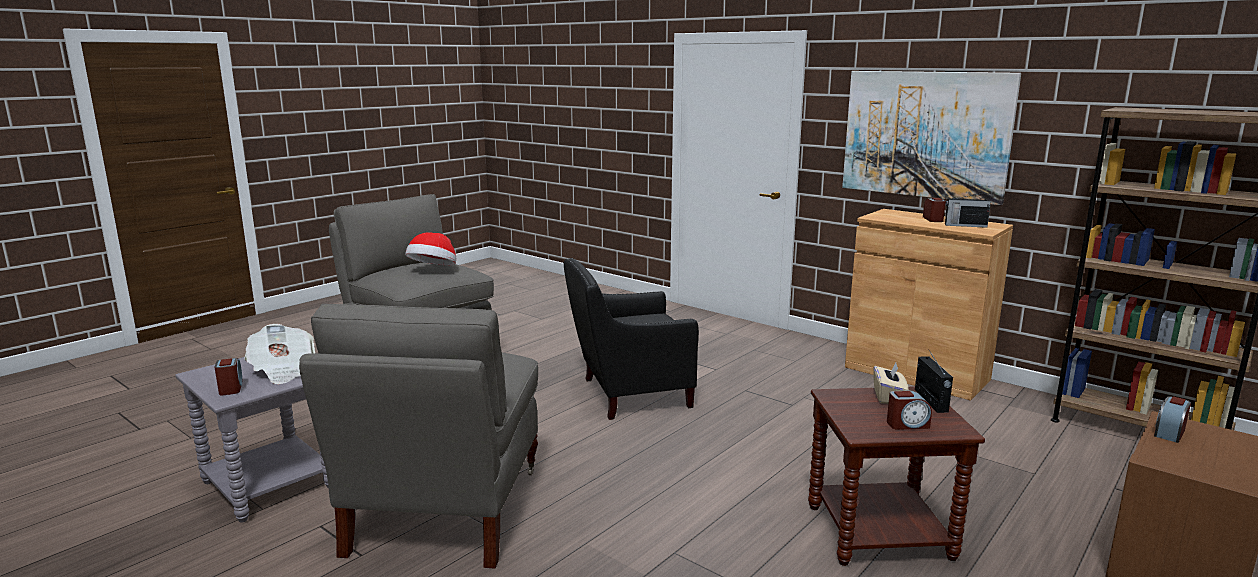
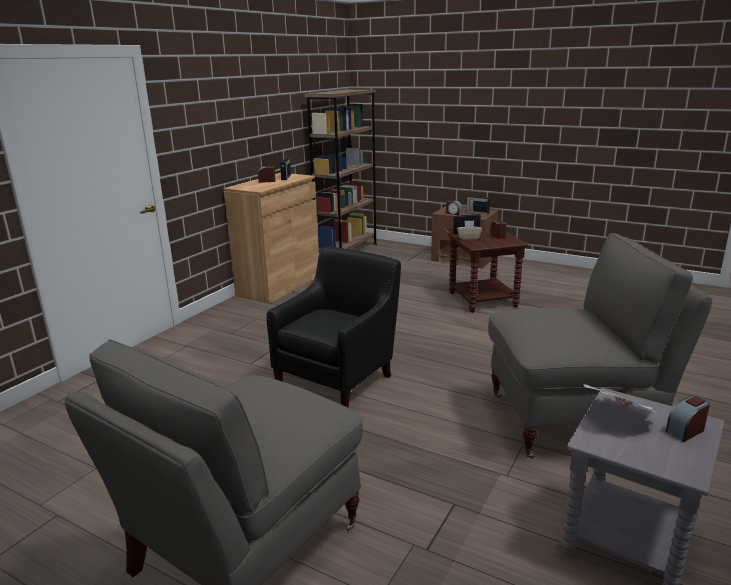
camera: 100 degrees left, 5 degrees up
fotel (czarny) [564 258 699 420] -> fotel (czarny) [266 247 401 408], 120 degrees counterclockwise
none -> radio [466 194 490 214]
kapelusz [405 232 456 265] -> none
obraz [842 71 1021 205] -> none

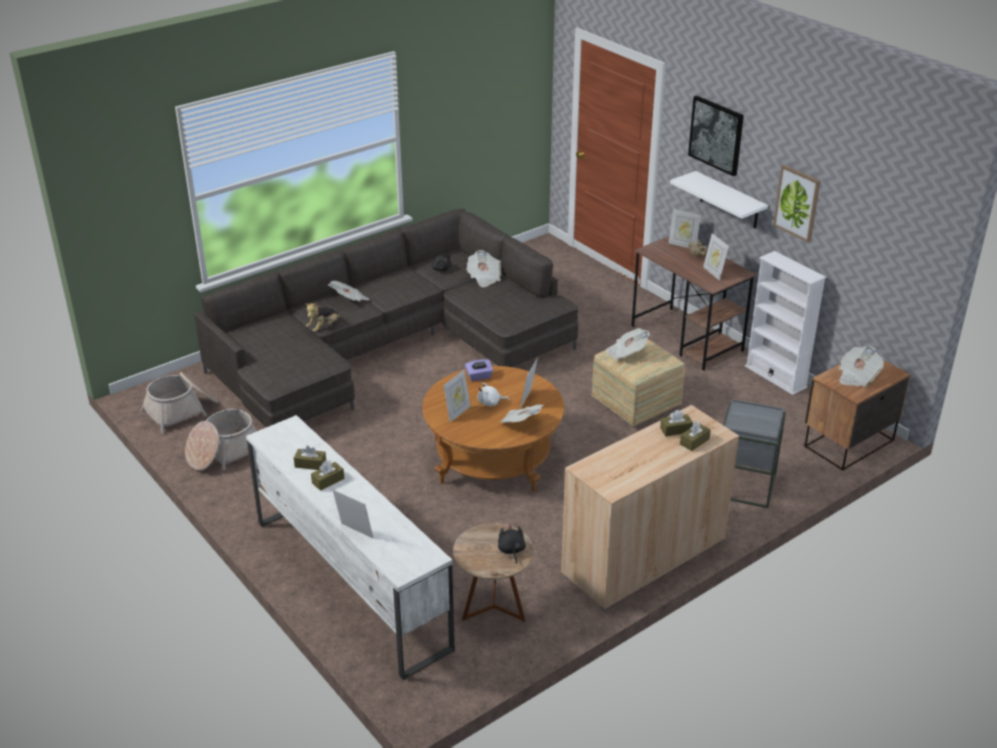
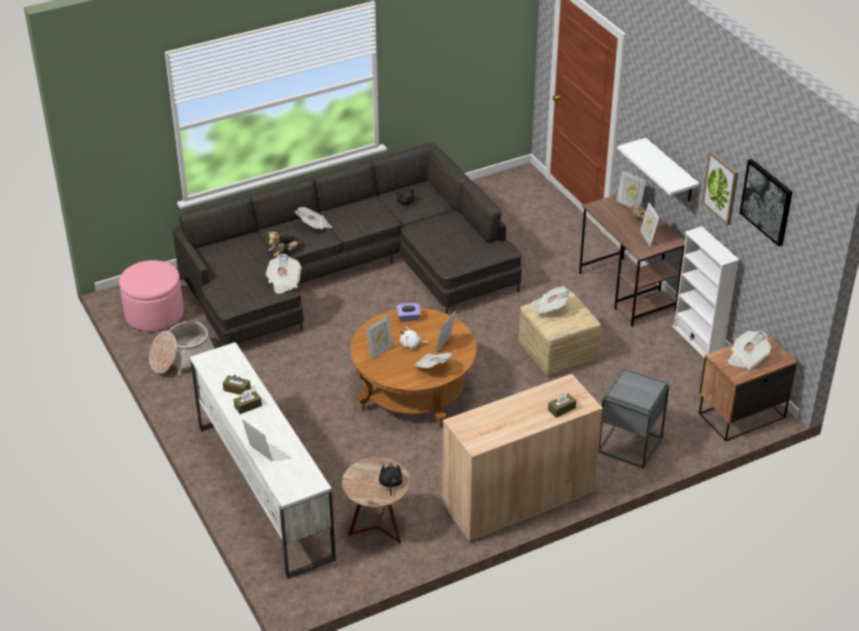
camera: 10 degrees right, 5 degrees up
koszyk [141 372 218 433] -> pufa (różowy) [119 260 184 331]
gazeta [466 250 501 287] -> gazeta [266 254 301 294], move
obraz [688 96 744 176] -> obraz [740 159 792 246], move
pudełko chusteczek (brązowy) [660 410 693 437] -> none

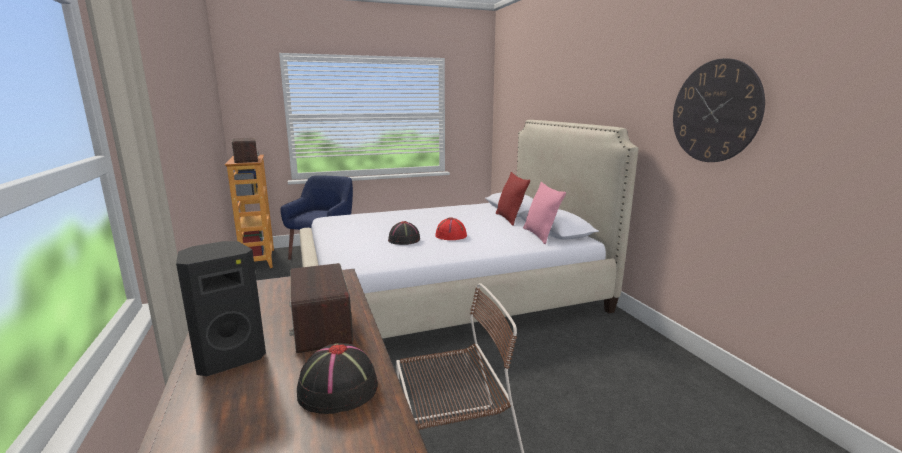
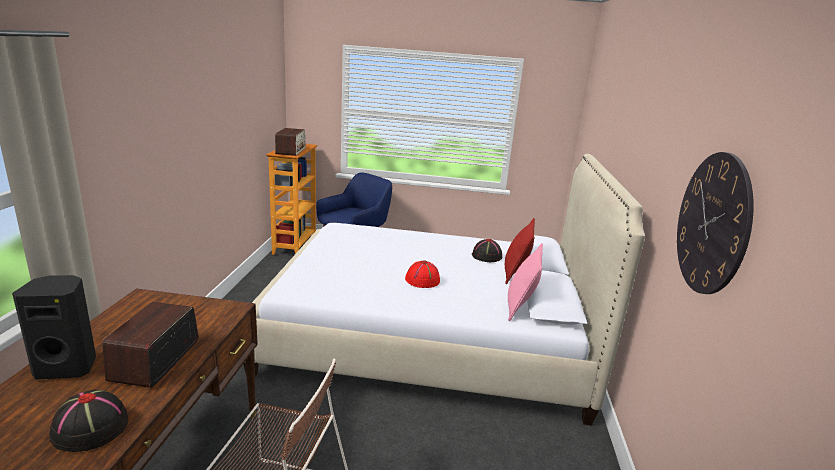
camera: 25 degrees right, 5 degrees up
kapelusz (czarny) [388 221 420 245] -> kapelusz (czarny) [472 239 502 262], move

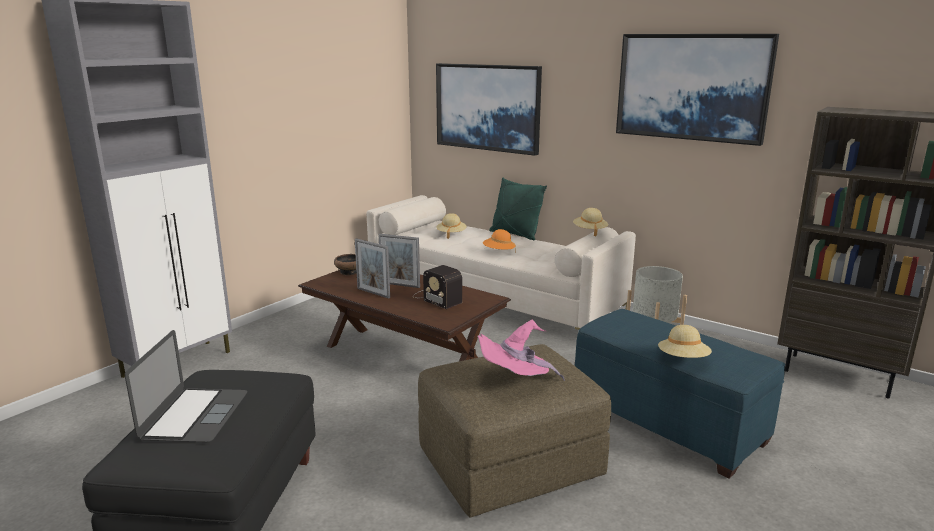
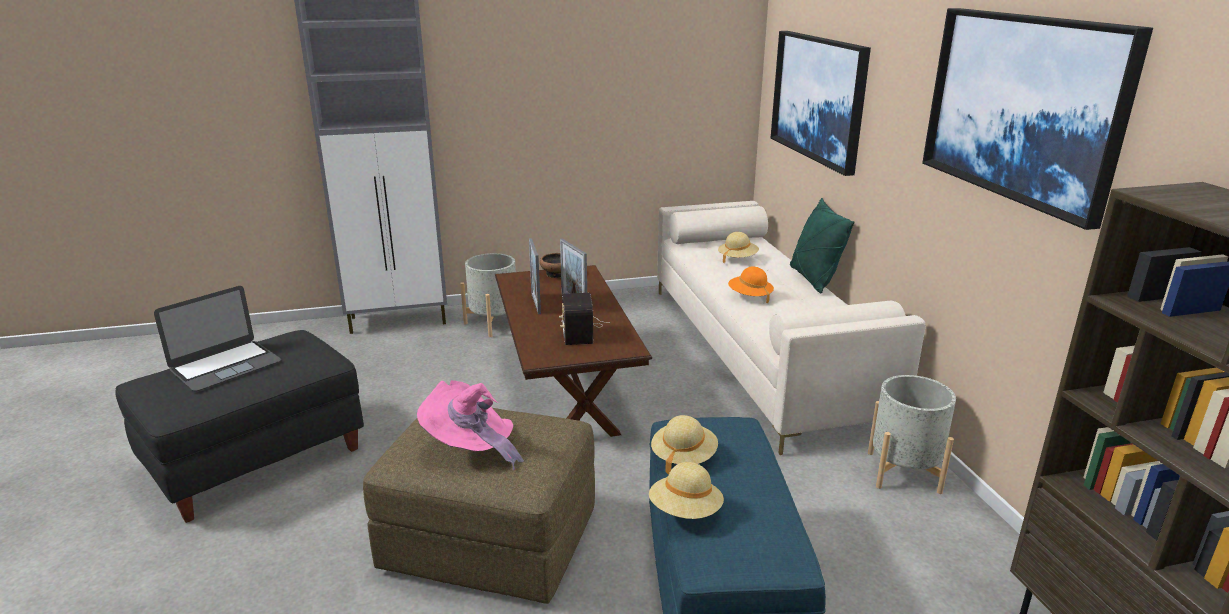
camera: 40 degrees right, 5 degrees up
none -> donica (szary) [460 253 516 337]
kapelusz (beżowy) [573 208 608 236] -> kapelusz (beżowy) [651 415 718 475], move

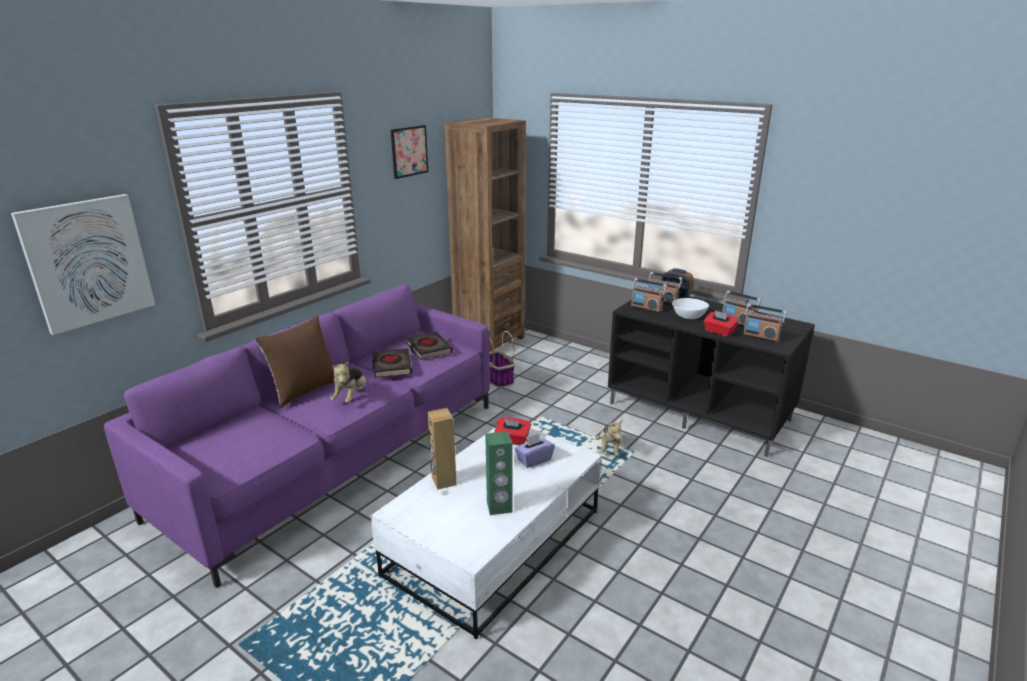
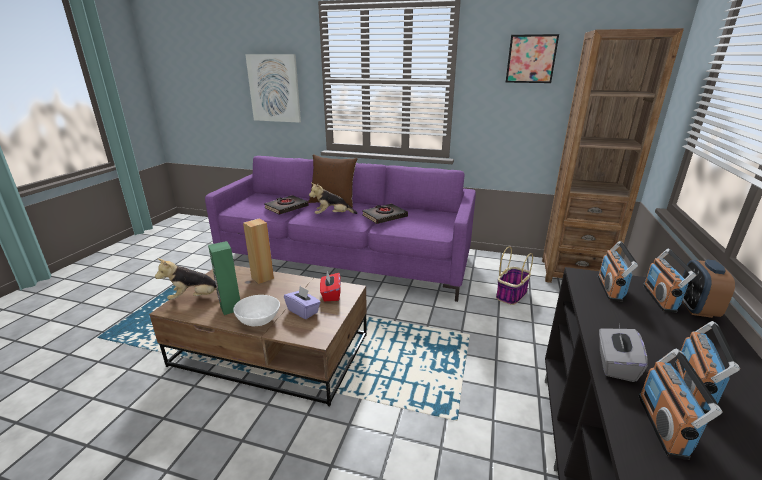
camera: 70 degrees right, 0 degrees up
ława (biały) [371 427 601 639] -> ława (brązowy) [149 265 367 406]
pluszak [595 419 623 456] -> pluszak [155 258 217 300], move
miska (biały) [672 298 709 319] -> miska (biały) [233 295 280 326], move
książka (czarny) [406 332 453 360] -> książka (czarny) [264 195 309 215], move
pudełko chusteczek (czerwony) [704 310 739 337] -> pudełko chusteczek (szary) [599 326 648 382]

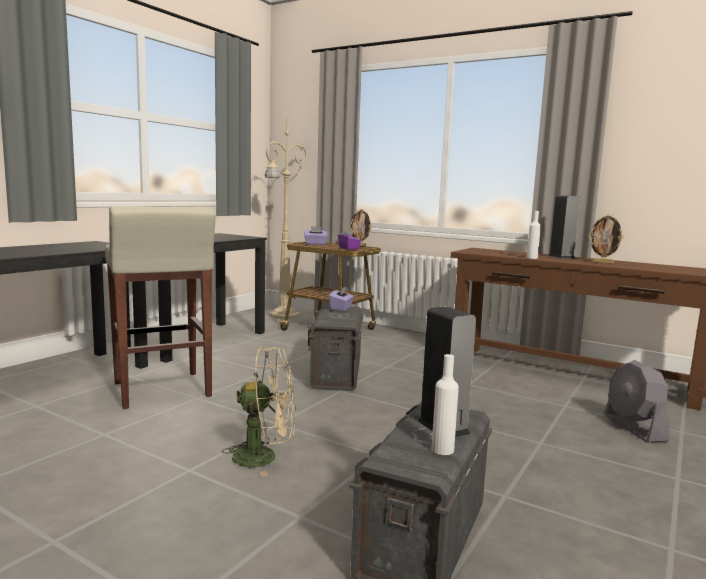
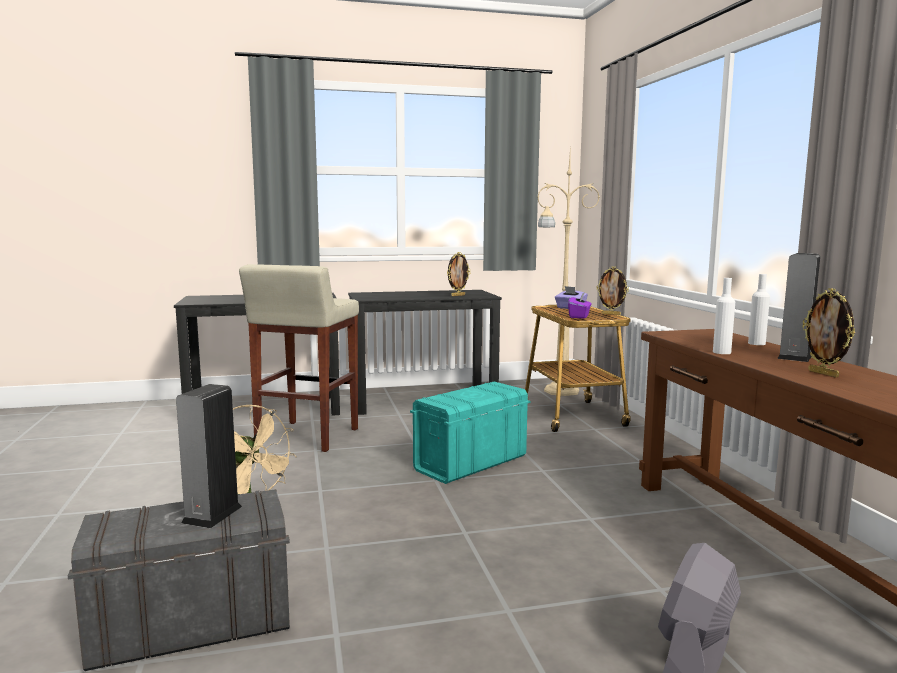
camera: 45 degrees right, 0 degrees up
pojemnik do przechowywania (szary) [308 305 363 391] -> pojemnik do przechowywania (turkusowy) [410 382 530 484]
none -> ramka na zdjęcie [447 252 470 296]
butelka (biały) [432 354 459 455] -> butelka (biały) [748 274 770 345], move
pudełko chusteczek (fioletowy) [329 286 354 311] -> none

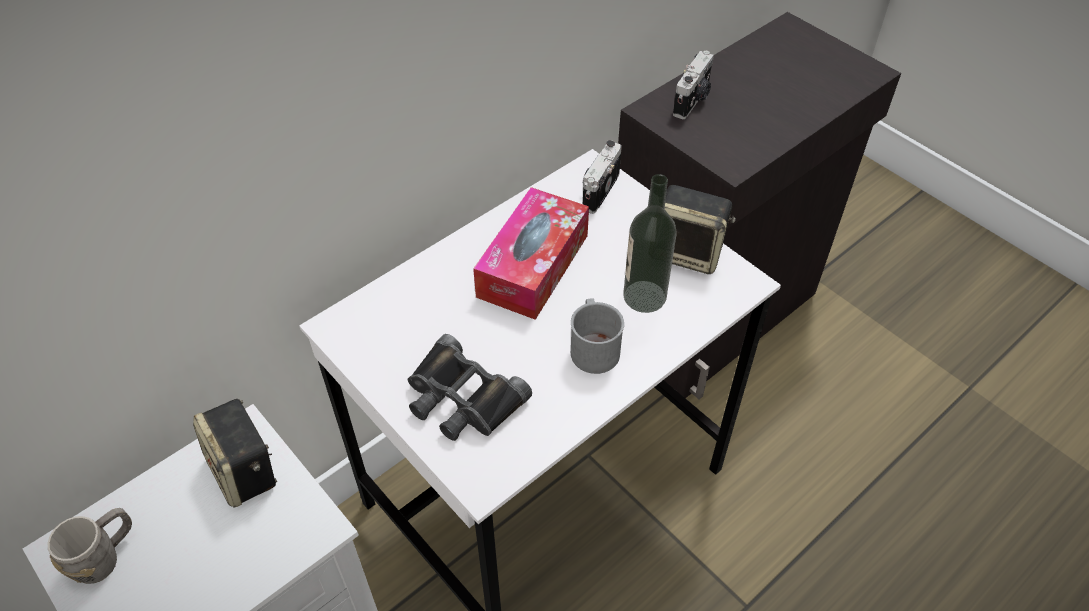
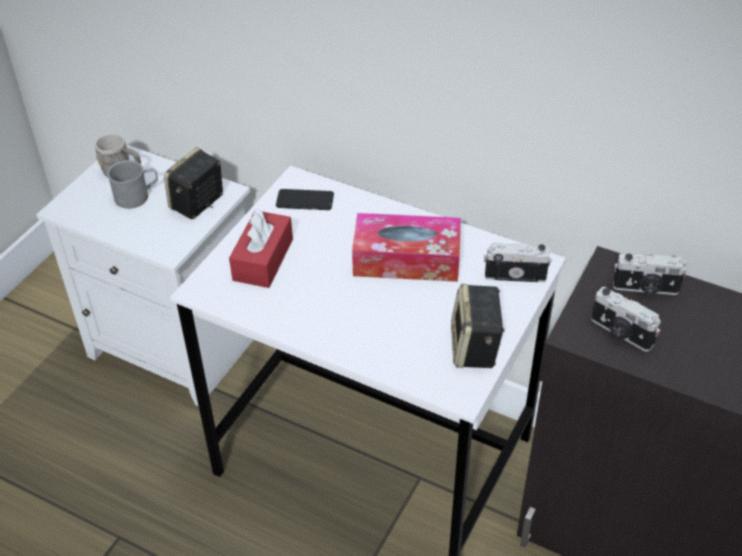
camera: 70 degrees right, 5 degrees down
kubek (szary) [571 298 624 374] -> kubek (szary) [107 160 158 209], move
lornetka (czarny) [408 334 532 441] -> pudełko chusteczek (czerwony) [229 209 293 288]
none -> telefon [276 189 334 210]
none -> aparat fotograficzny [591 287 661 352]
butelka [623 174 676 313] -> none

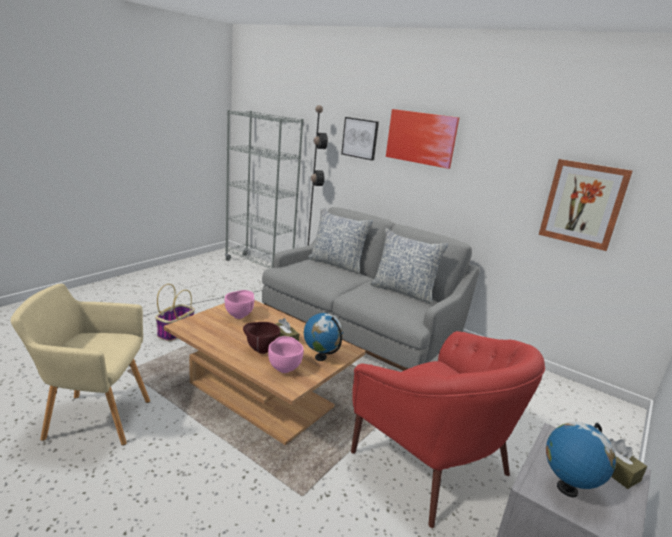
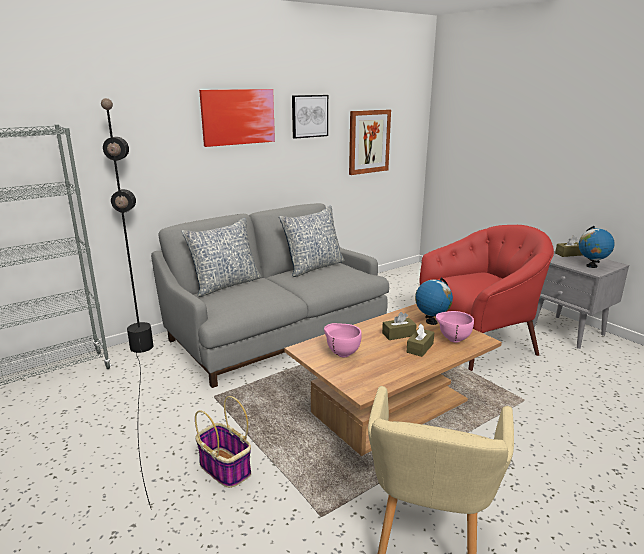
camera: 70 degrees left, 0 degrees up
obraz [341 117 379 161] -> obraz [292 95 328 139], move
miska (brązowy) [243 322 280 354] -> pudełko chusteczek (brązowy) [407 324 434 357]

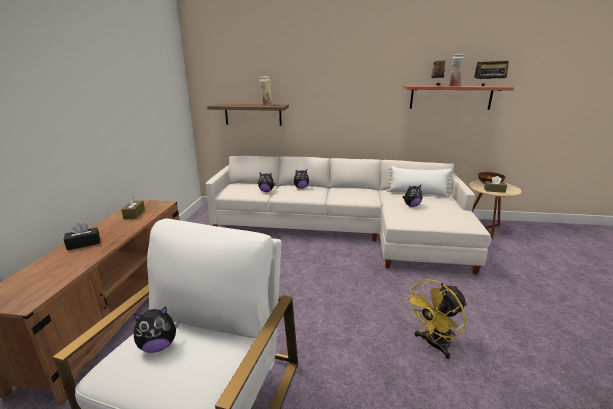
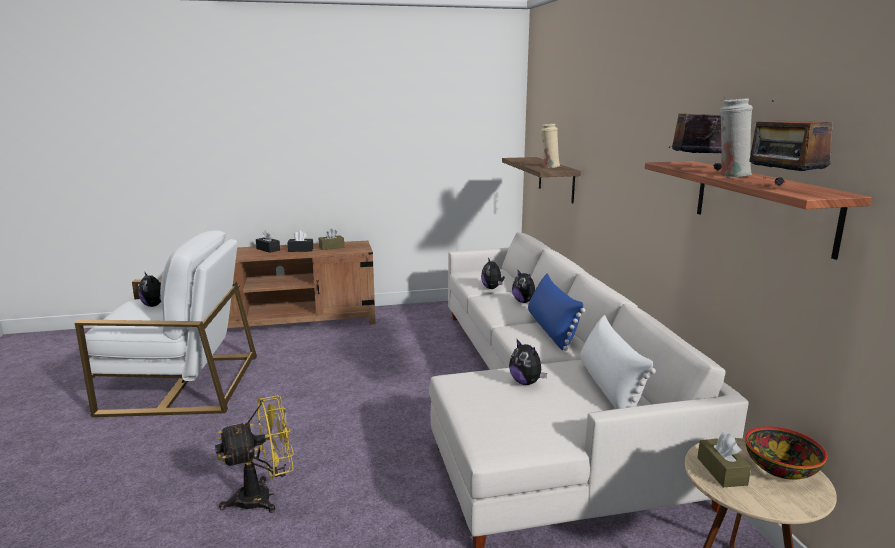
camera: 70 degrees right, 5 degrees down
wentylator (żółty) [404 279 467 359] -> wentylator (żółty) [215 395 294 513], 120 degrees clockwise
none -> pudełko chusteczek (czarny) [287 231 313 252]
none -> poduszka (niebieski) [528 274 585 351]

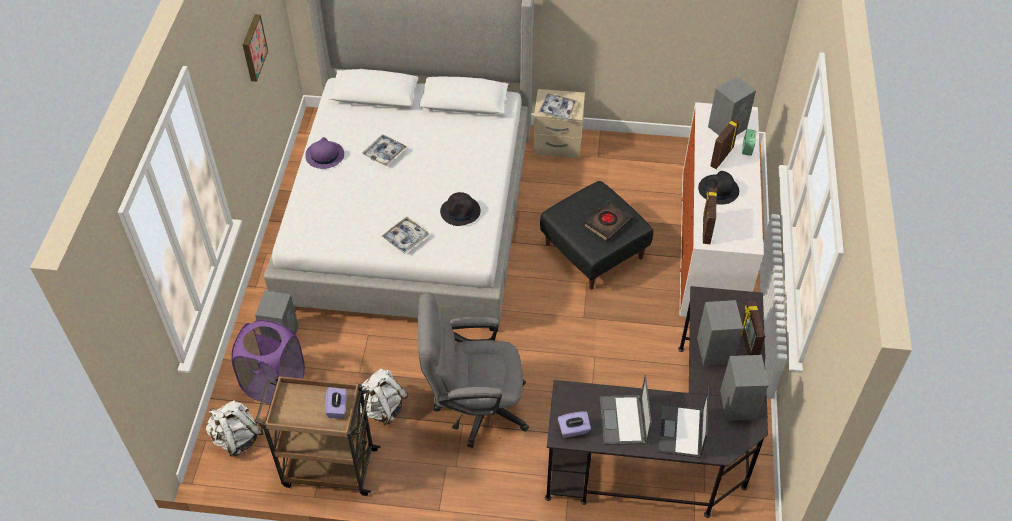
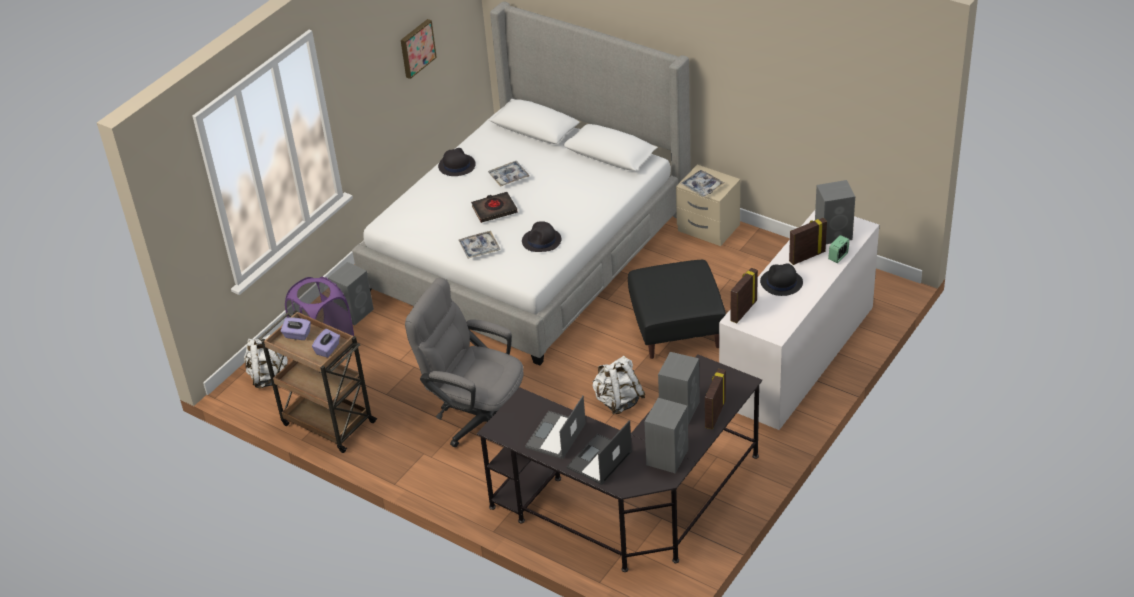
camera: 30 degrees right, 10 degrees down
pudełko chusteczek (fioletowy) [558 411 591 438] -> pudełko chusteczek (fioletowy) [281 317 311 340], move
kapelusz (fioletowy) [305 137 344 169] -> kapelusz (czarny) [438 148 476 176]
książka (czarny) [584 201 632 241] -> książka (czarny) [471 192 518 223], move
plecak (biały) [357 369 409 425] -> plecak (biały) [592 356 645 414], move

